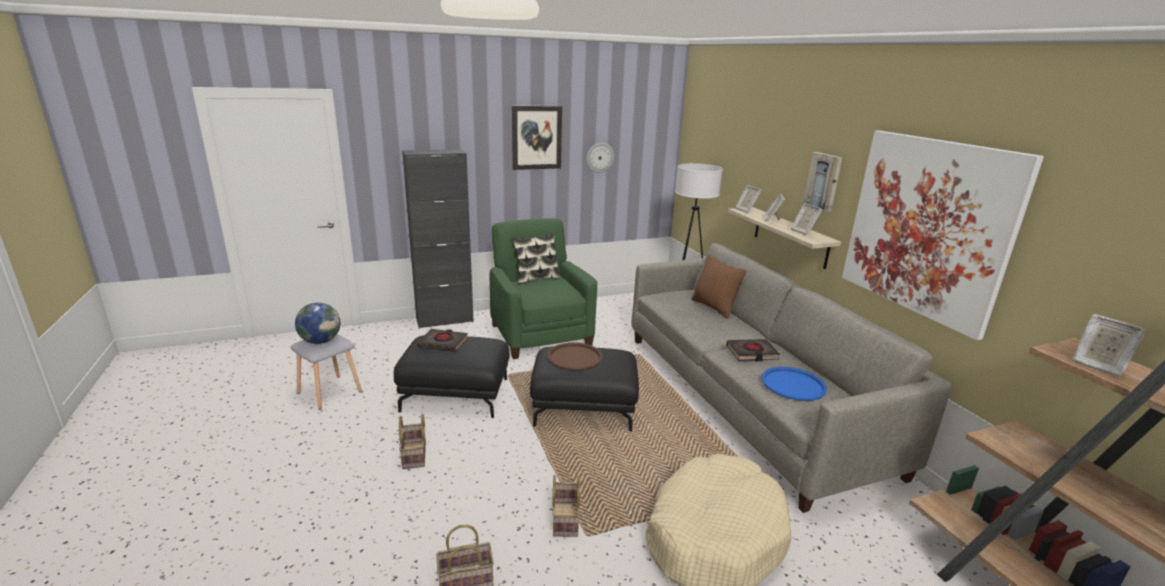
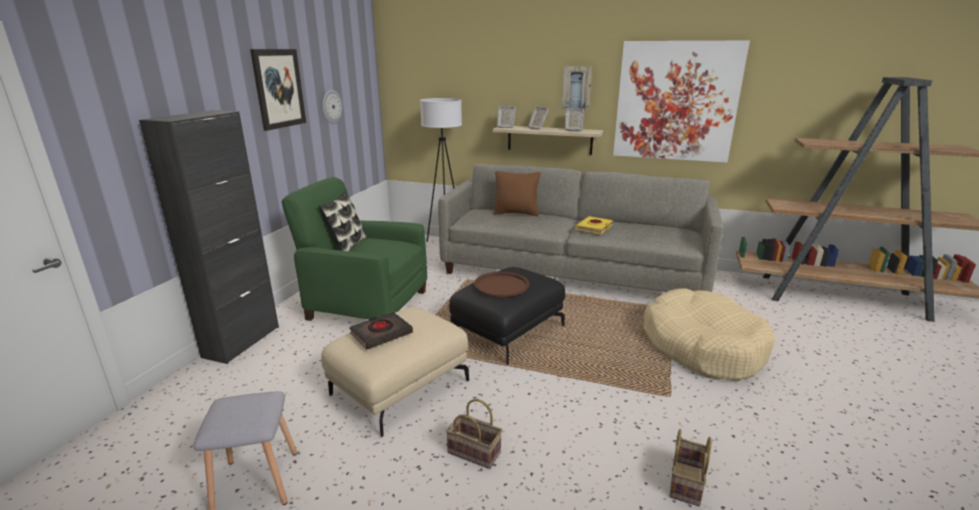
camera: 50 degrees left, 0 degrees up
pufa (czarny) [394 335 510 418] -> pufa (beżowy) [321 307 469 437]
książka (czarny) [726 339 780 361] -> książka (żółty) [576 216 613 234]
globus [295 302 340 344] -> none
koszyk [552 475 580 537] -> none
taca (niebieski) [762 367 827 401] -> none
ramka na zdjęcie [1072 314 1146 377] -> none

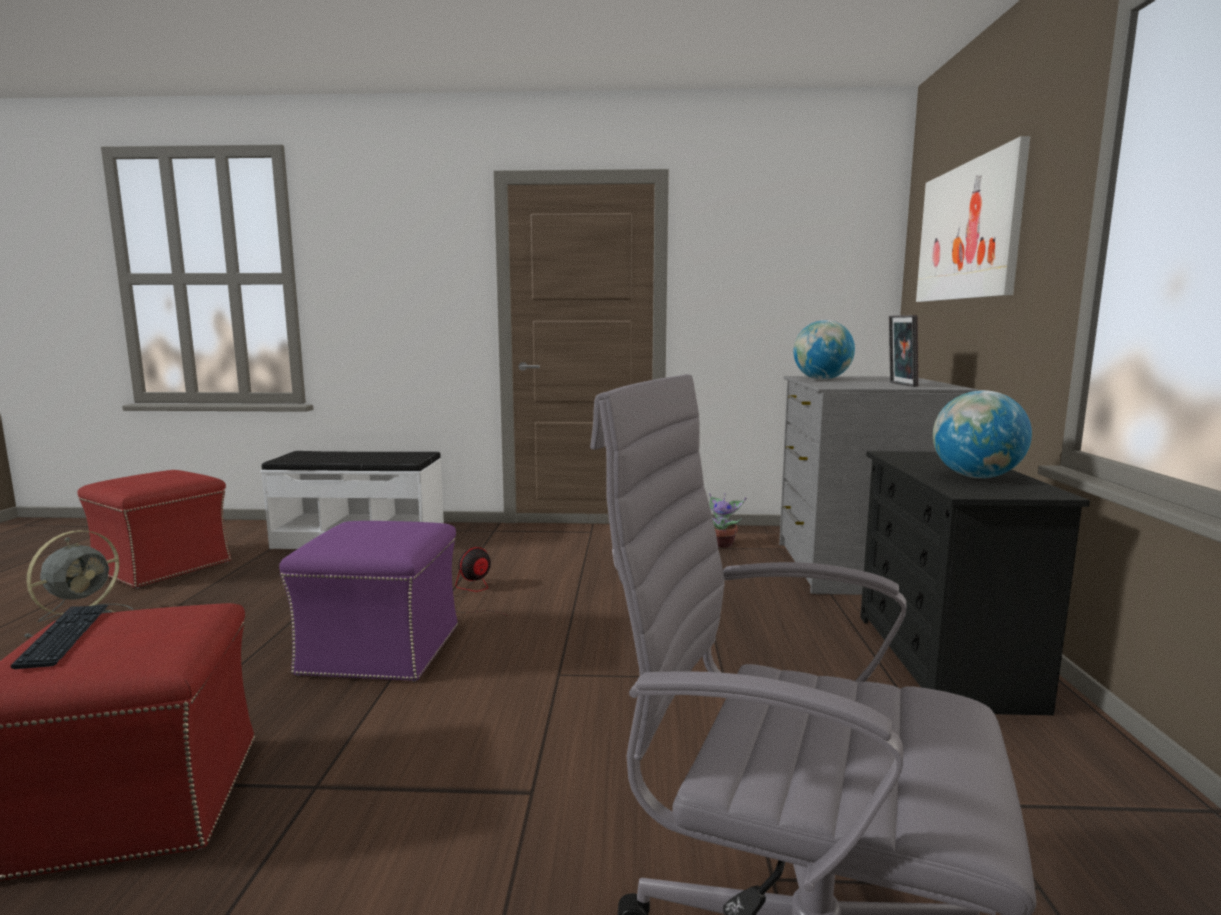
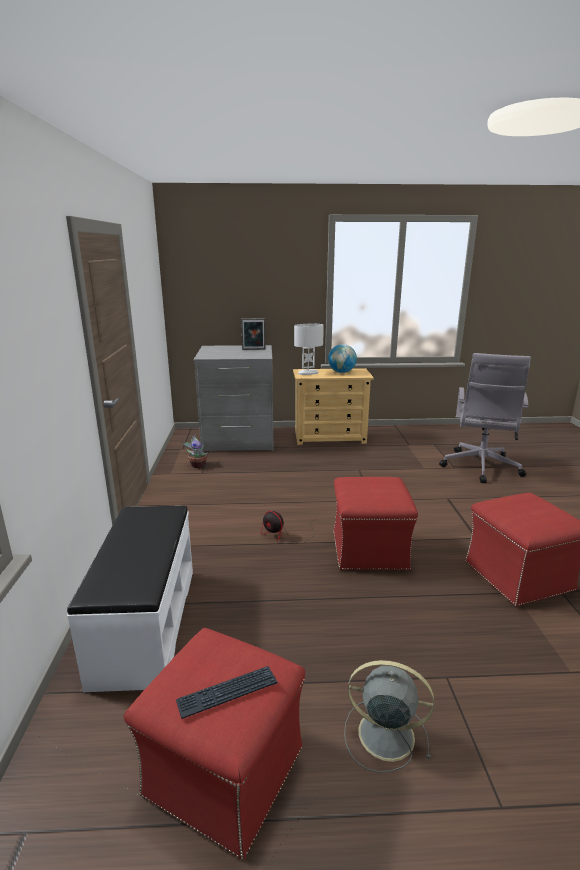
camera: 95 degrees left, 10 degrees up
klawiatura [11 605 108 669] -> klawiatura [176 666 278 719], move
komoda (czarny) [860 451 1090 715] -> komoda (beżowy) [293 368 374 445]
none -> lampa stołowa (biały) [294 324 324 375]
pufa (fioletowy) [279 521 458 682] -> pufa (czerwony) [334 477 418 570]
globus [793 320 855 380] -> none
obraz [916 136 1030 302] -> none

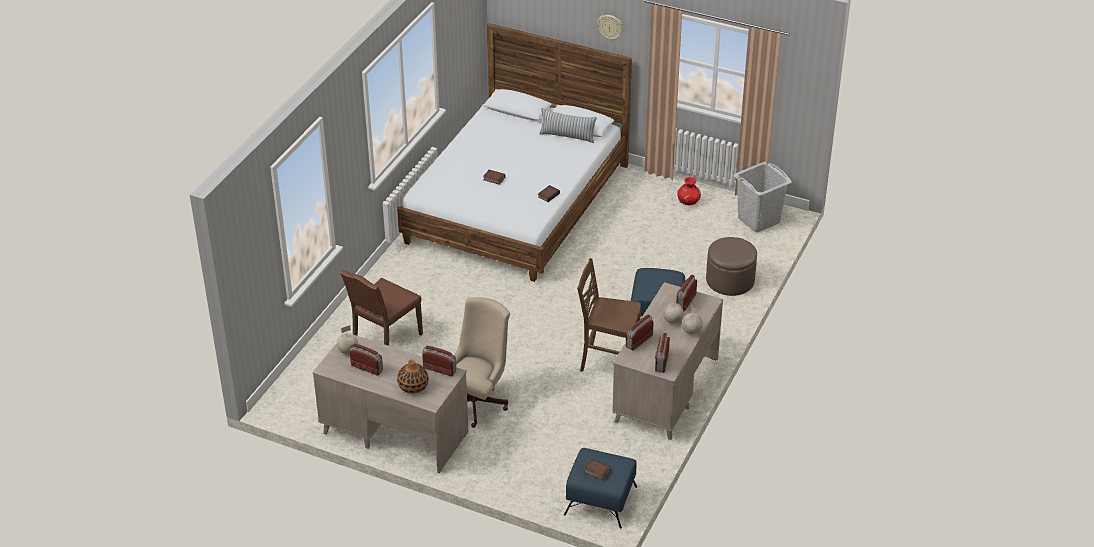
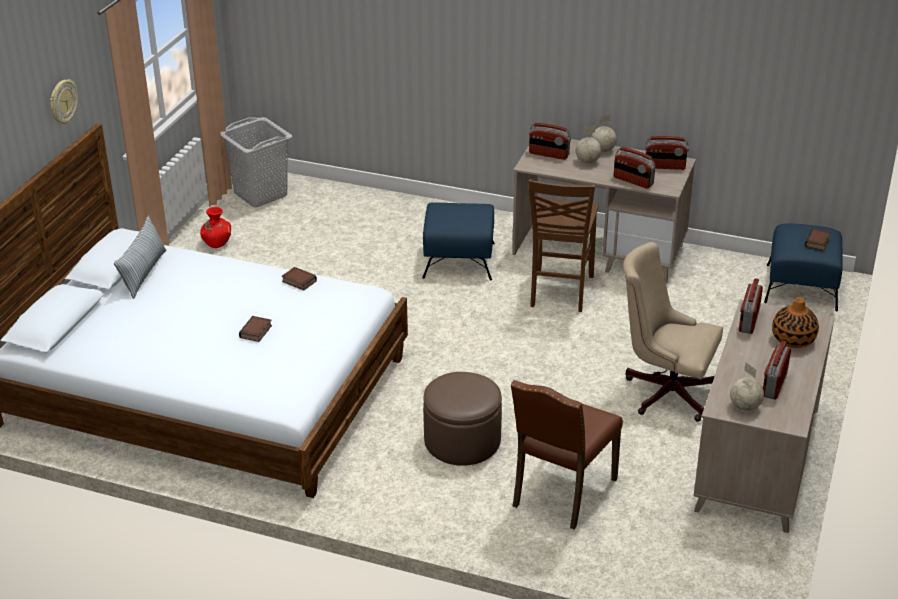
camera: 95 degrees left, 5 degrees down
pufa (brązowy) [706 237 757 296] -> pufa (brązowy) [423 372 502 466], move
krzesło (brązowy) [340 270 423 346] -> krzesło (brązowy) [511 380 623 529], 90 degrees clockwise

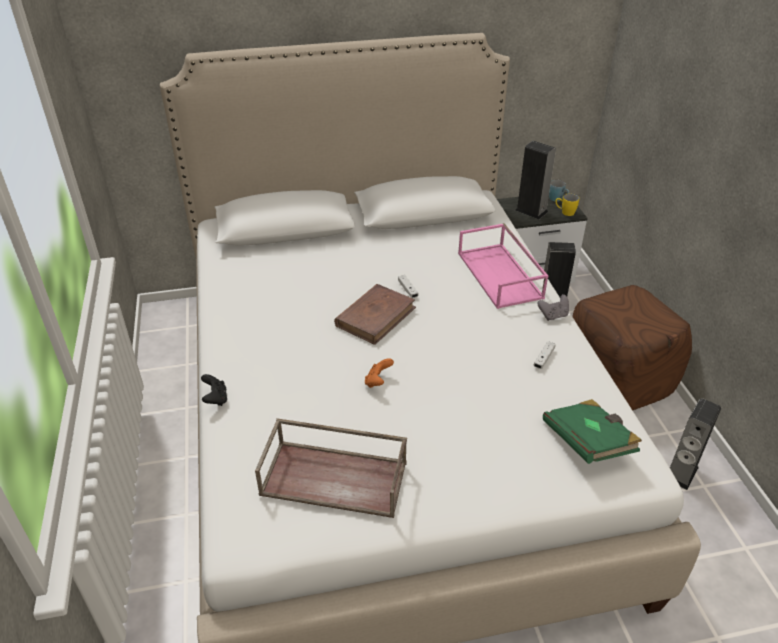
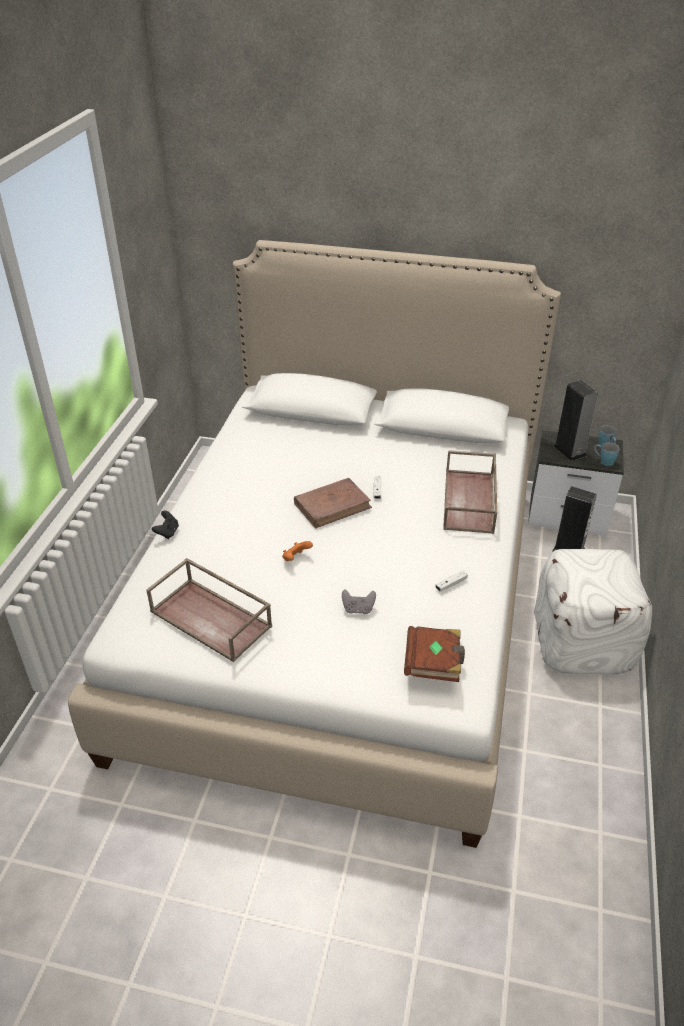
camera: 25 degrees right, 0 degrees up
pad do gier (szary) [537 294 569 321] -> pad do gier (szary) [342 589 376 614], move
książka (zielony) [543 399 642 464] -> książka (brązowy) [404 626 465 682]
taca (różowy) [458 223 548 309] -> taca (brązowy) [443 450 497 534]
pufa (brązowy) [572 285 692 410] -> pufa (biały) [534 549 653 674]
kubek (żółty) [555 194 579 216] -> kubek (niebieski) [594 442 620 466]
głośnik [670 399 721 490] -> none

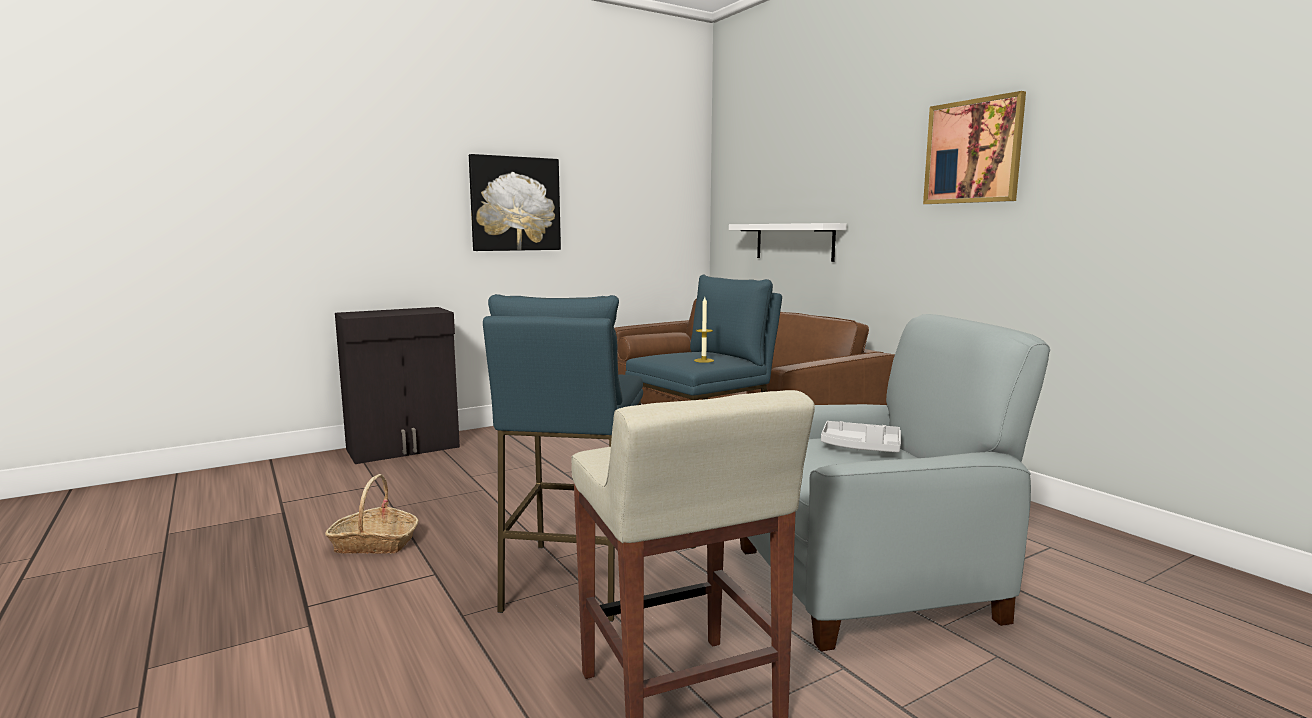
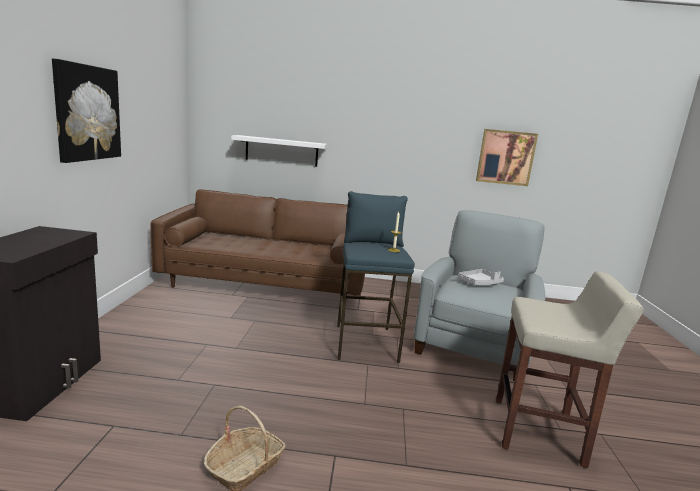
camera: 55 degrees left, 5 degrees up
obraz [923 91 1026 204] -> obraz [476 129 538 186], move
stołek (niebieski) [483 294 643 622] -> none

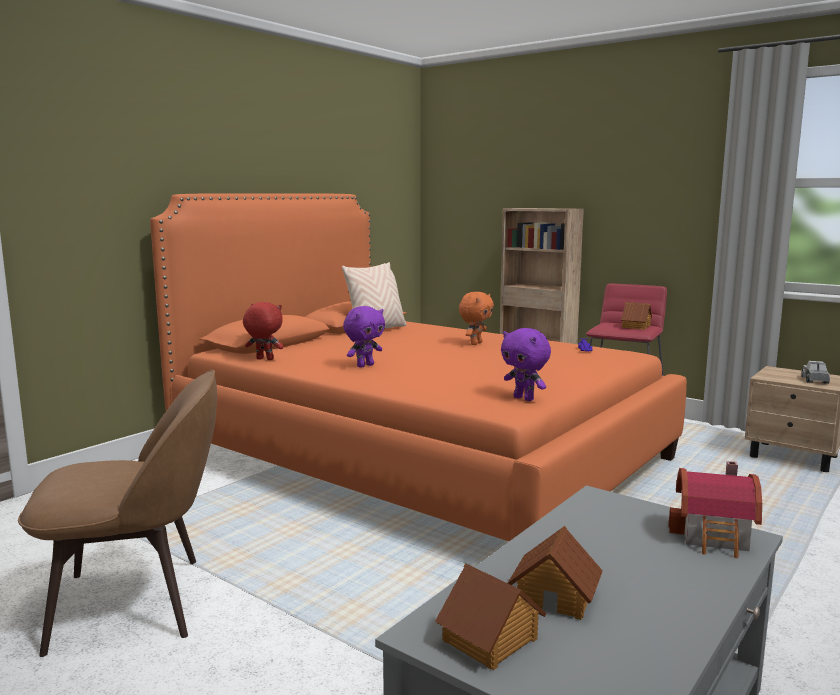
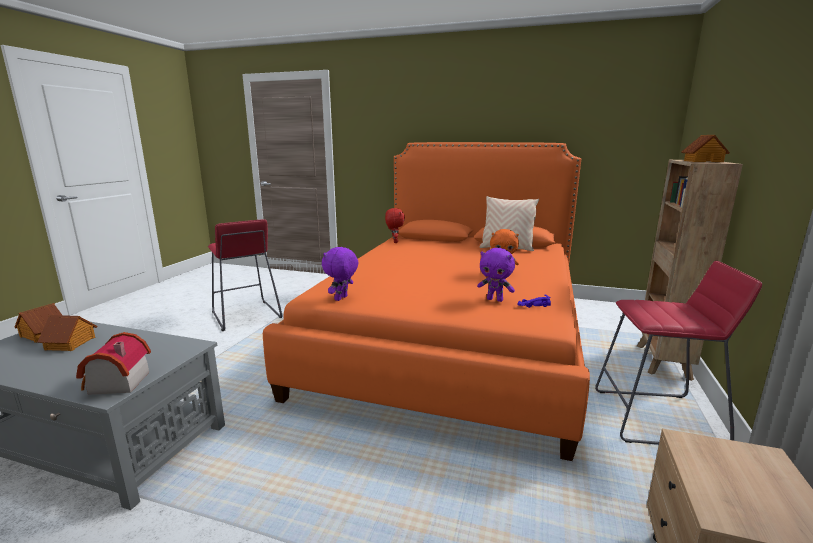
camera: 70 degrees right, 5 degrees up
krzesło (brązowy) [18 370 217 657] -> stołek (czerwony) [208 219 282 331]
pluszak (fioletowy) [343 306 385 368] -> pluszak (fioletowy) [477 248 515 302], move
domek [621 302 652 330] -> domek [681 135 730 162], move
ciężarówka zabawkowa [801 361 830 384] -> none

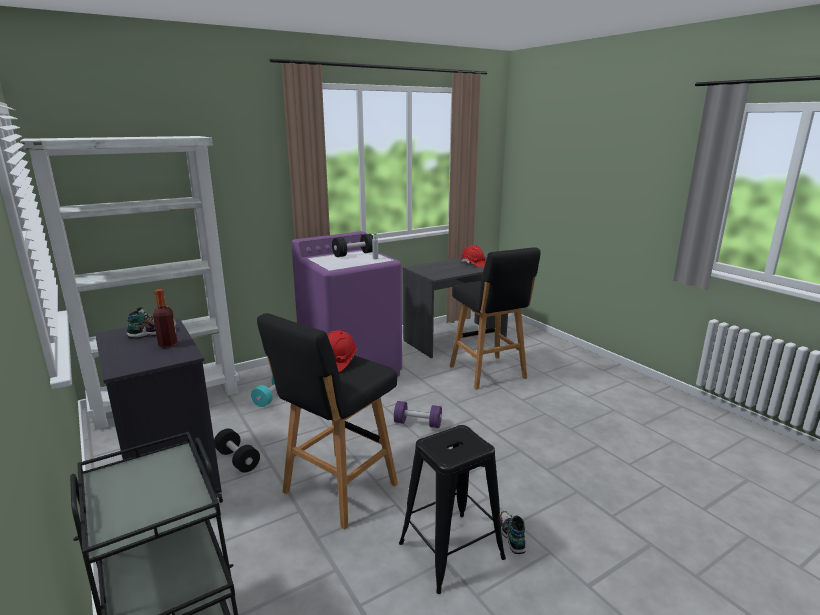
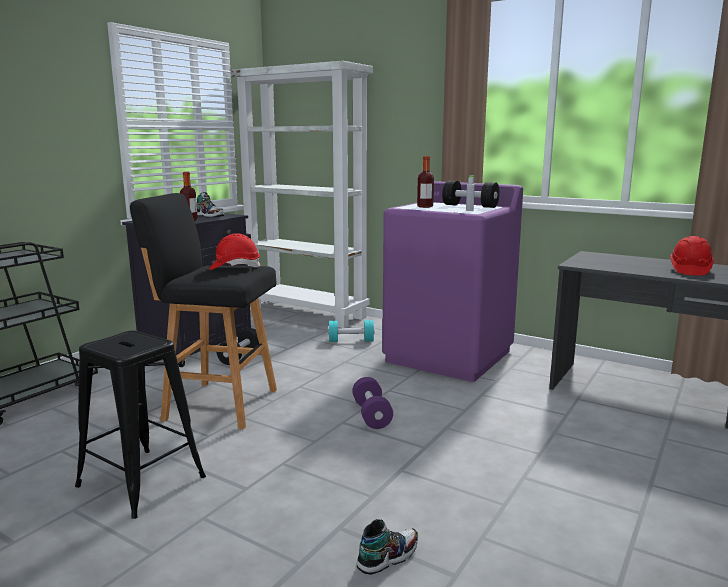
camera: 65 degrees right, 5 degrees down
but [500 511 526 554] -> but [357 519 418 575], move
none -> butelka [417 156 434 208]
stołek (czarny) [450 247 541 390] -> none

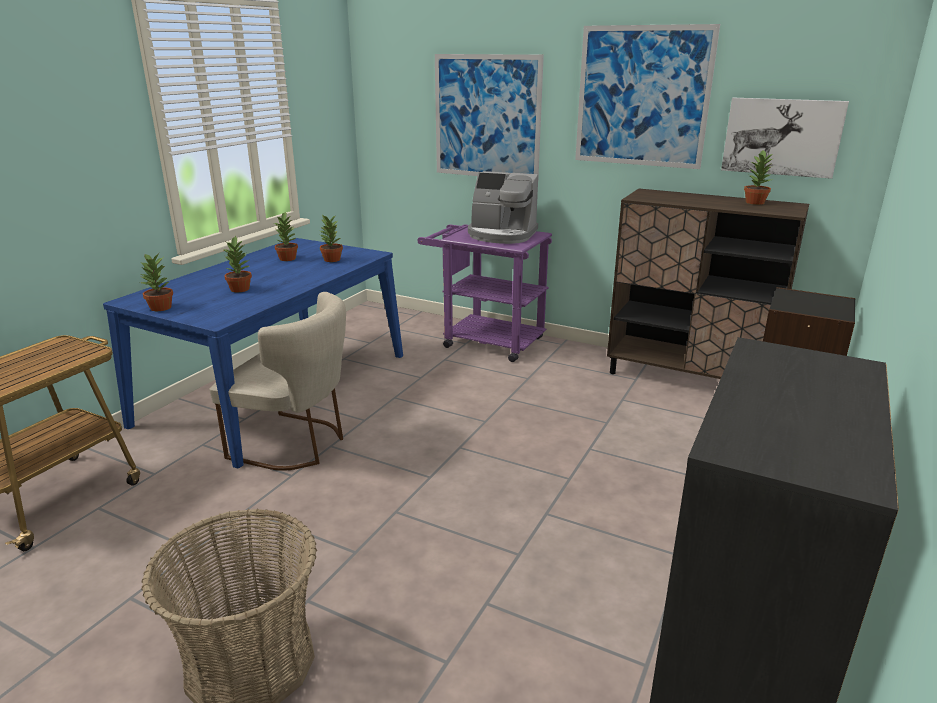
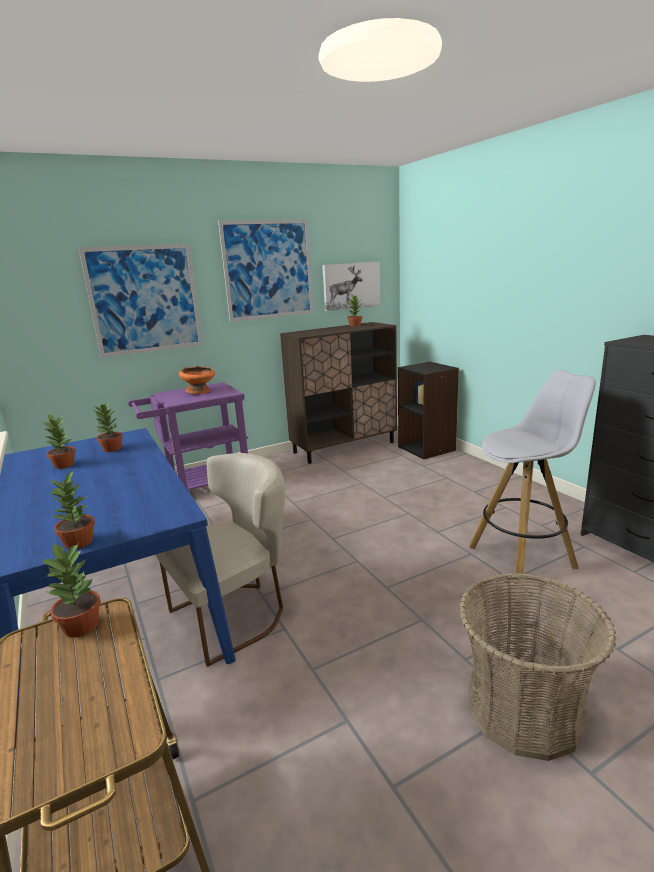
camera: 55 degrees left, 5 degrees down
roślina doniczkowa [222 236 252 292] -> roślina doniczkowa [42 543 101 638], move
ekspres do kawy [468 171 538 244] -> miska (pomarańczowy) [179 366 215 394]
none -> stołek (biały) [469 370 596 584]

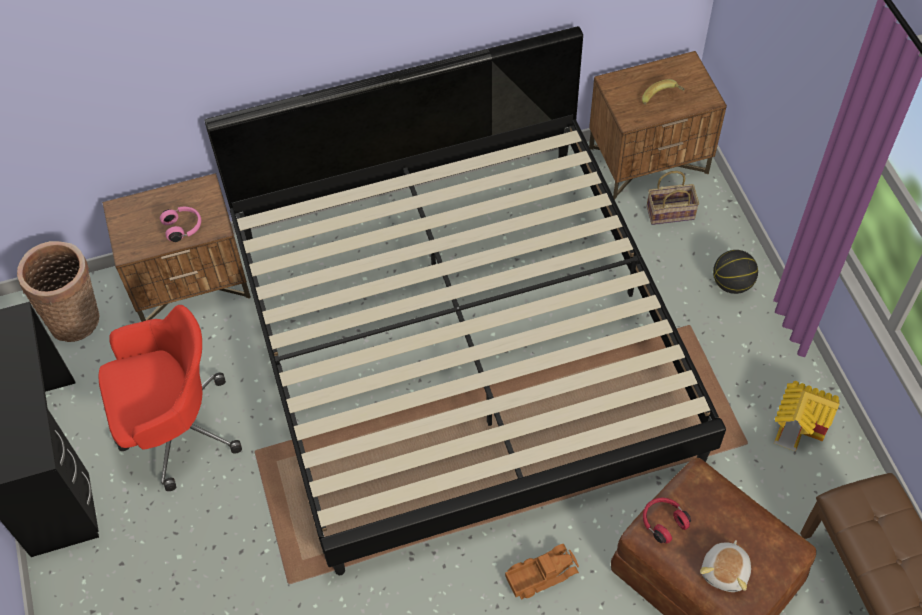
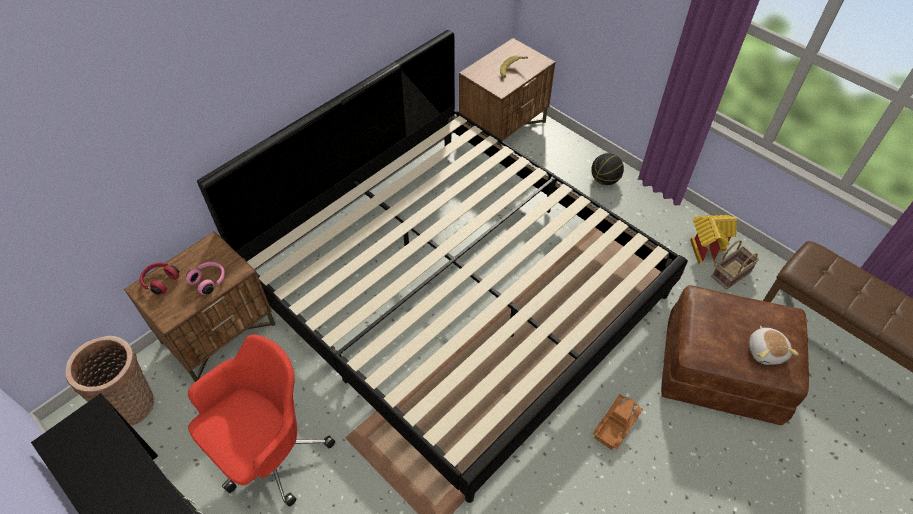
camera: 30 degrees left, 5 degrees down
słuchawki (czerwony) [643 498 691 544] -> słuchawki (czerwony) [140 263 179 295], move
koszyk [646 171 699 225] -> koszyk [711 240 759 290], move

